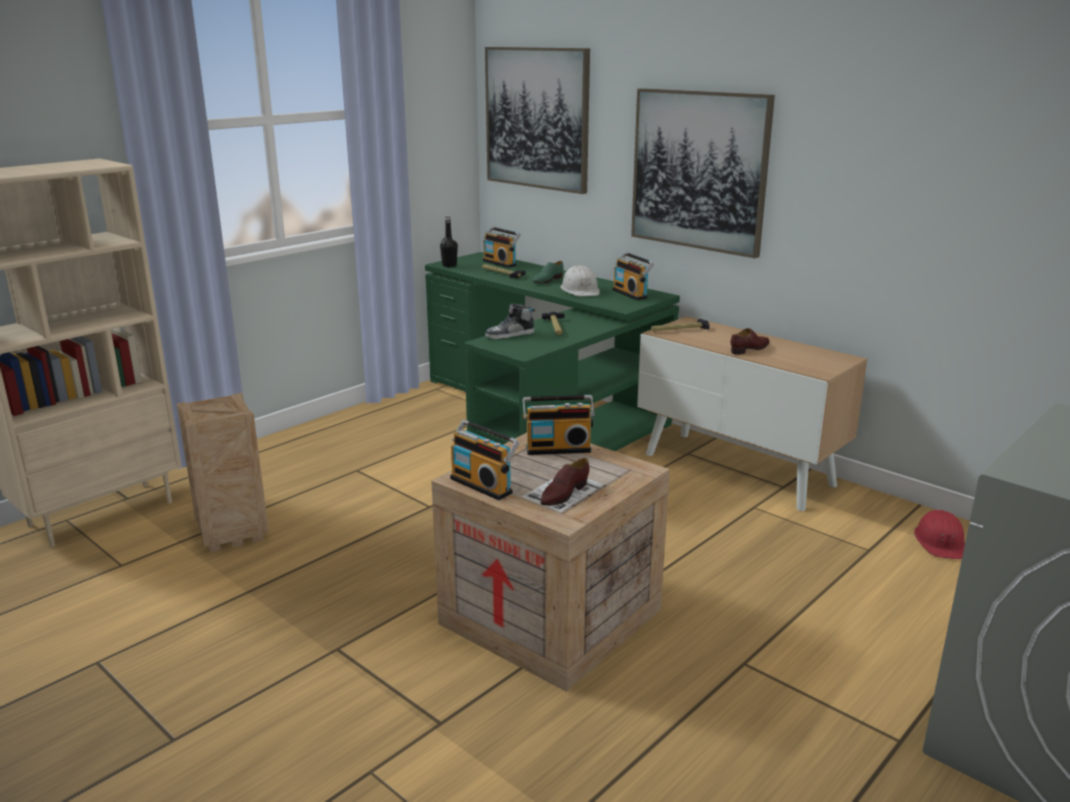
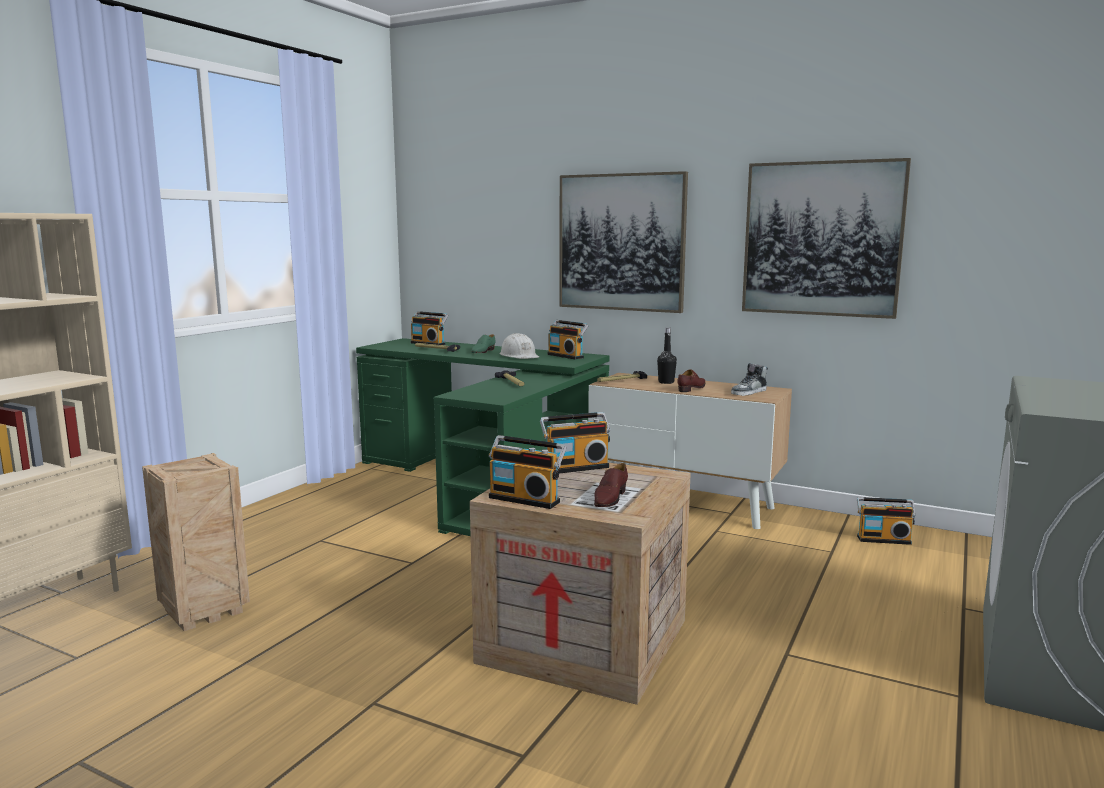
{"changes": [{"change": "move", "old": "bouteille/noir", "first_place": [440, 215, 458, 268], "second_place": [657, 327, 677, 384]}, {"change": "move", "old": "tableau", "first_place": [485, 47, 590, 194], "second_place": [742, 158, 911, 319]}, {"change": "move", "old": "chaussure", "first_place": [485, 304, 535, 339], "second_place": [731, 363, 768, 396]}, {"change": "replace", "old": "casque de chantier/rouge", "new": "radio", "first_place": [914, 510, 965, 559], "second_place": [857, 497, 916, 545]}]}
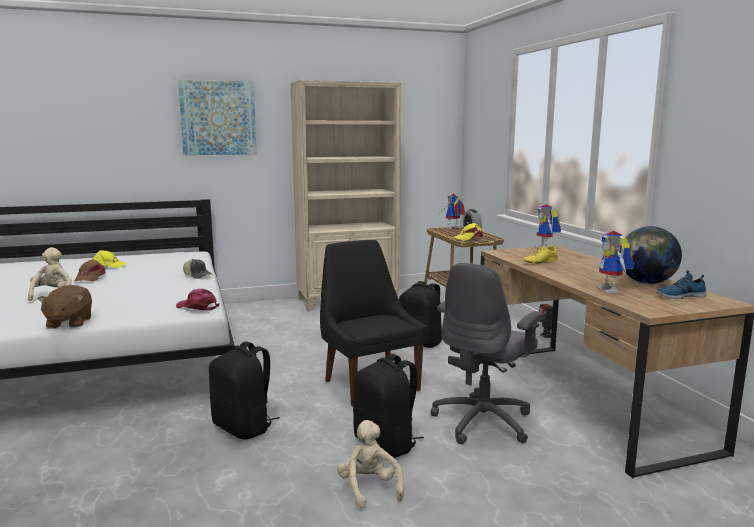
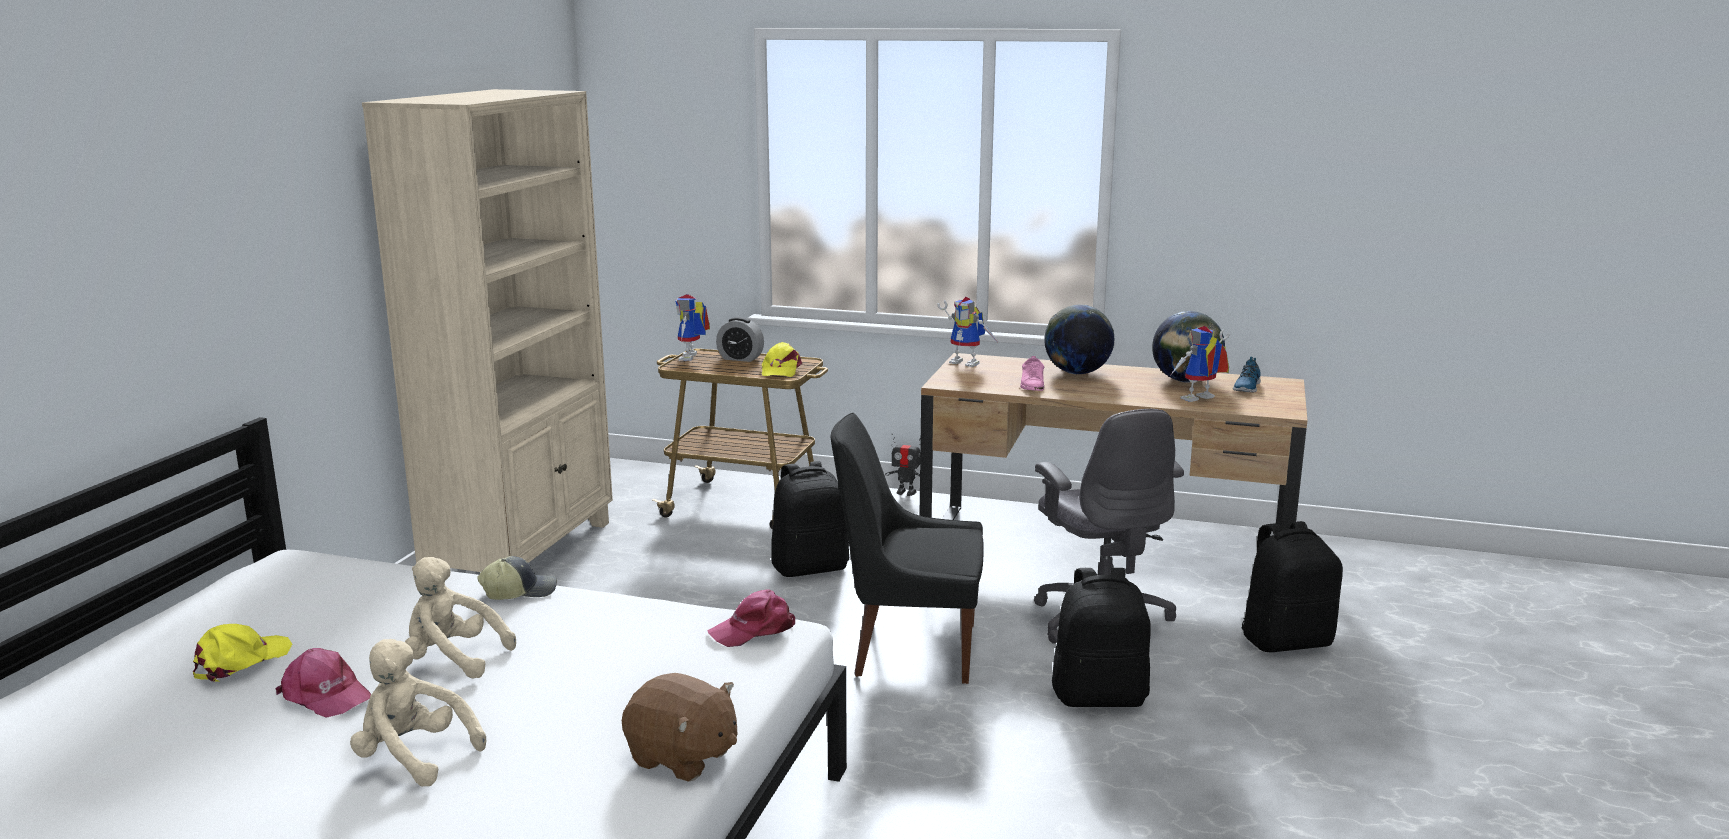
{"changes": [{"change": "recolor", "old": "casquette/marron", "new": "casquette/rose", "first_place": [75, 260, 106, 282], "second_place": [275, 648, 371, 718]}, {"change": "delete", "old": "tableau", "first_place": [178, 80, 257, 155]}, {"change": "move", "old": "sac à dos/noir", "first_place": [209, 341, 280, 440], "second_place": [1241, 521, 1343, 652]}, {"change": "move", "old": "peluche/beige", "first_place": [337, 420, 404, 509], "second_place": [405, 557, 516, 679]}, {"change": "recolor", "old": "chaussure/jaune", "new": "chaussure/rose", "first_place": [523, 245, 558, 264], "second_place": [1020, 356, 1044, 391]}, {"change": "rotate", "old": "robot jouet", "first_place": [597, 231, 634, 294], "second_place": [1171, 326, 1230, 402], "degrees": 120}, {"change": "insert", "new": "globe", "second_place": [1044, 305, 1115, 374]}]}
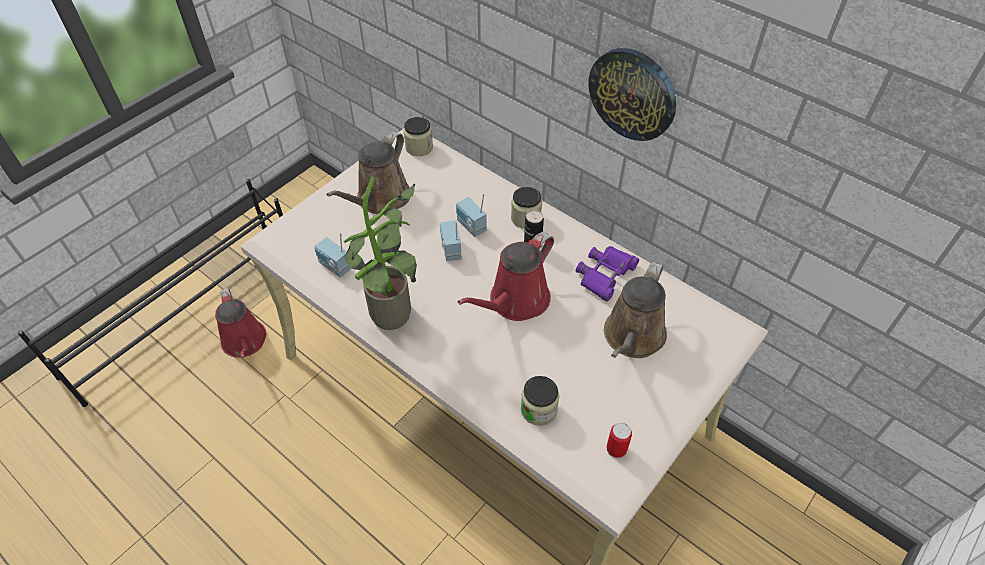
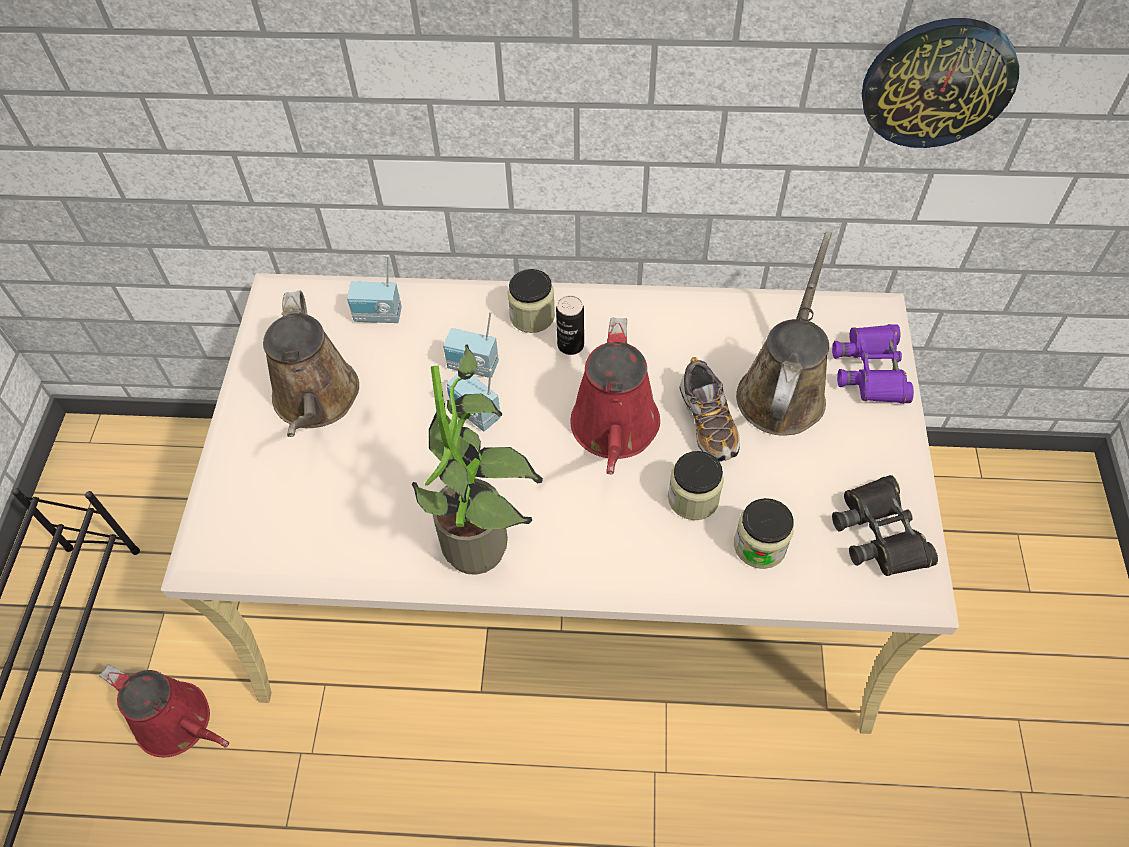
{"changes": [{"change": "move", "old": "radio", "first_place": [315, 232, 352, 277], "second_place": [347, 255, 402, 323]}, {"change": "move", "old": "bocal", "first_place": [404, 117, 433, 156], "second_place": [668, 451, 724, 520]}, {"change": "move", "old": "jumelles/violet", "first_place": [576, 246, 639, 302], "second_place": [832, 324, 914, 404]}, {"change": "move", "old": "horloge murale", "first_place": [589, 48, 676, 141], "second_place": [862, 18, 1019, 148]}, {"change": "rotate", "old": "arrosoir/marron", "first_place": [604, 262, 667, 358], "second_place": [736, 232, 832, 436], "degrees": -150}, {"change": "replace", "old": "boîte métallique", "new": "jumelles/noir", "first_place": [607, 423, 632, 459], "second_place": [832, 475, 938, 576]}, {"change": "insert", "new": "chaussure", "second_place": [679, 357, 740, 462]}]}
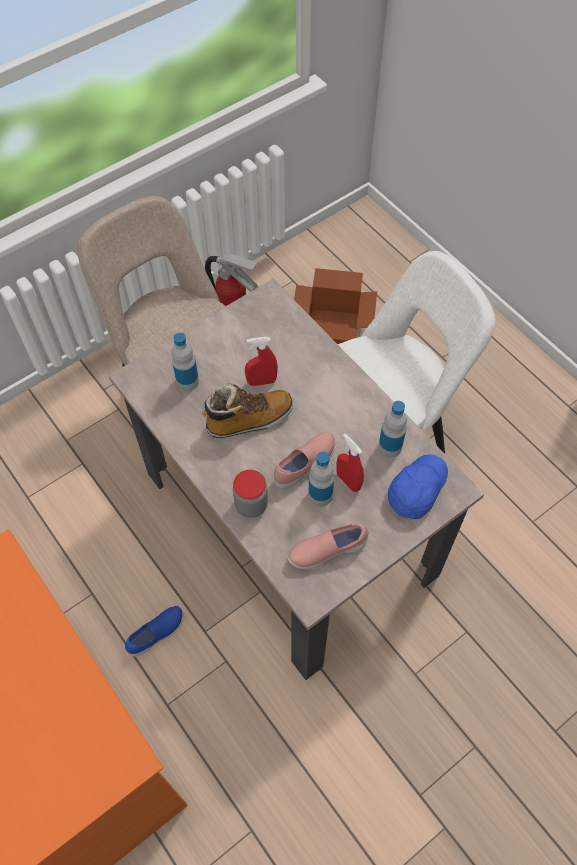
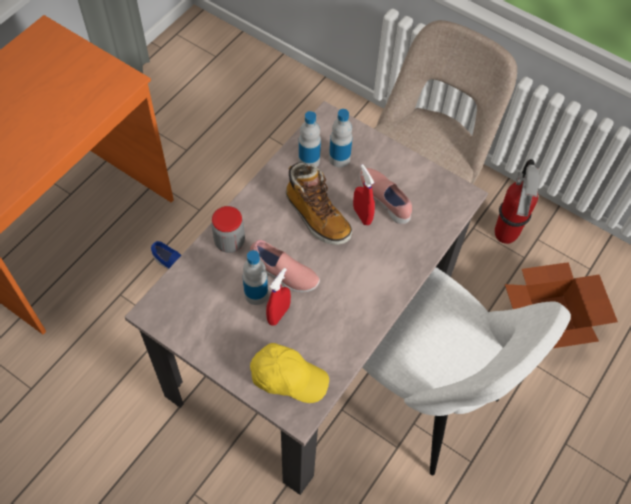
{"changes": [{"change": "move", "old": "chaussure/rose", "first_place": [288, 523, 369, 569], "second_place": [359, 168, 412, 224]}, {"change": "move", "old": "bouteille", "first_place": [378, 401, 407, 458], "second_place": [299, 111, 321, 167]}, {"change": "recolor", "old": "casquette/bleu", "new": "casquette/jaune", "first_place": [388, 454, 448, 519], "second_place": [250, 343, 329, 403]}]}
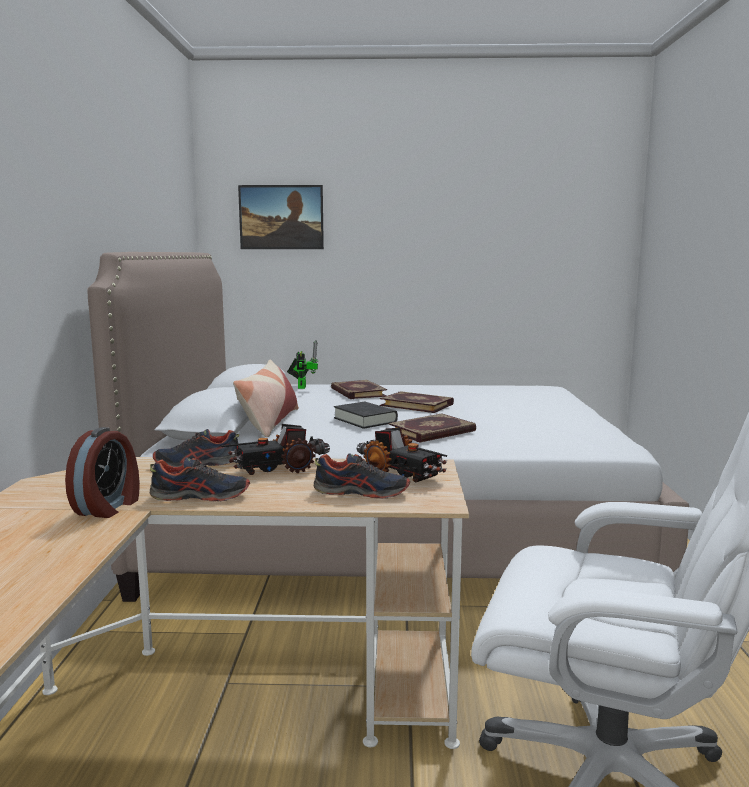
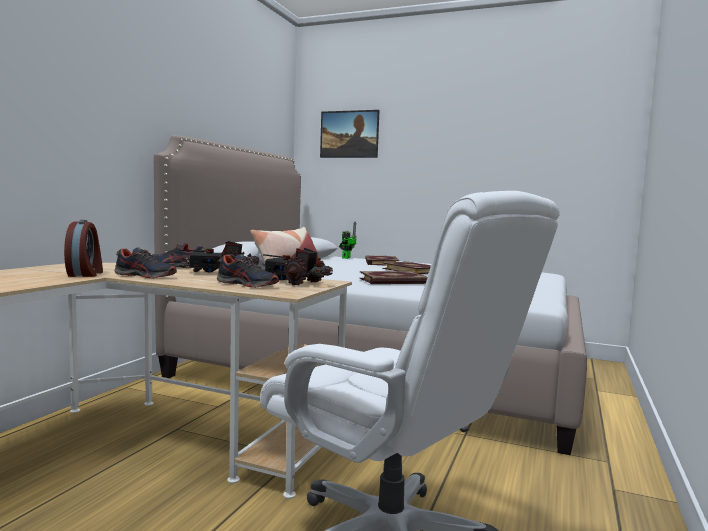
{"changes": [{"change": "rotate", "old": "réveil", "first_place": [65, 427, 140, 518], "second_place": [64, 220, 103, 277], "degrees": -45}, {"change": "delete", "old": "livre/noir", "first_place": [334, 401, 398, 429]}, {"change": "rotate", "old": "camion jouet", "first_place": [356, 428, 448, 483], "second_place": [262, 248, 333, 285], "degrees": 150}]}
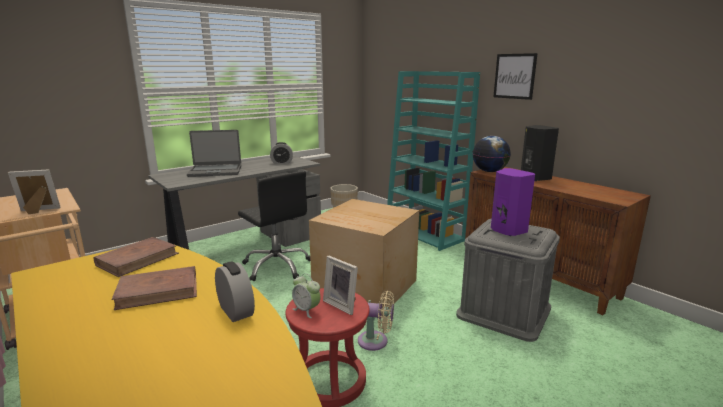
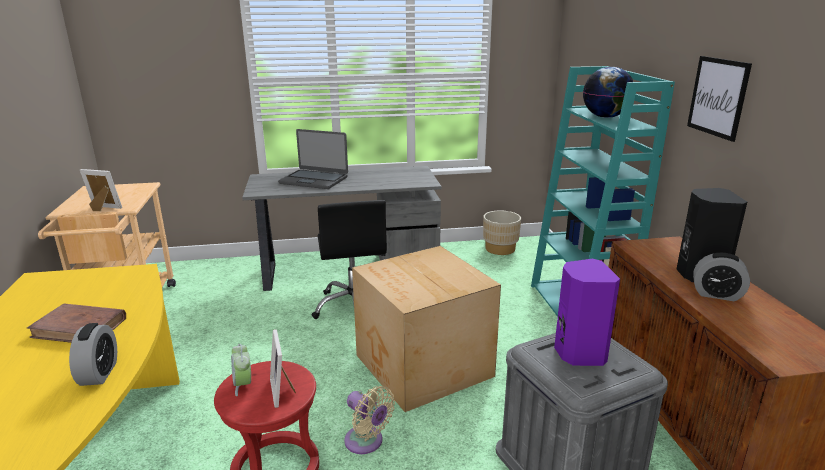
{"changes": [{"change": "delete", "old": "livre/marron", "first_place": [94, 237, 179, 277]}, {"change": "move", "old": "réveil", "first_place": [270, 142, 293, 164], "second_place": [693, 253, 750, 301]}, {"change": "move", "old": "globe", "first_place": [473, 136, 511, 172], "second_place": [583, 67, 634, 118]}]}
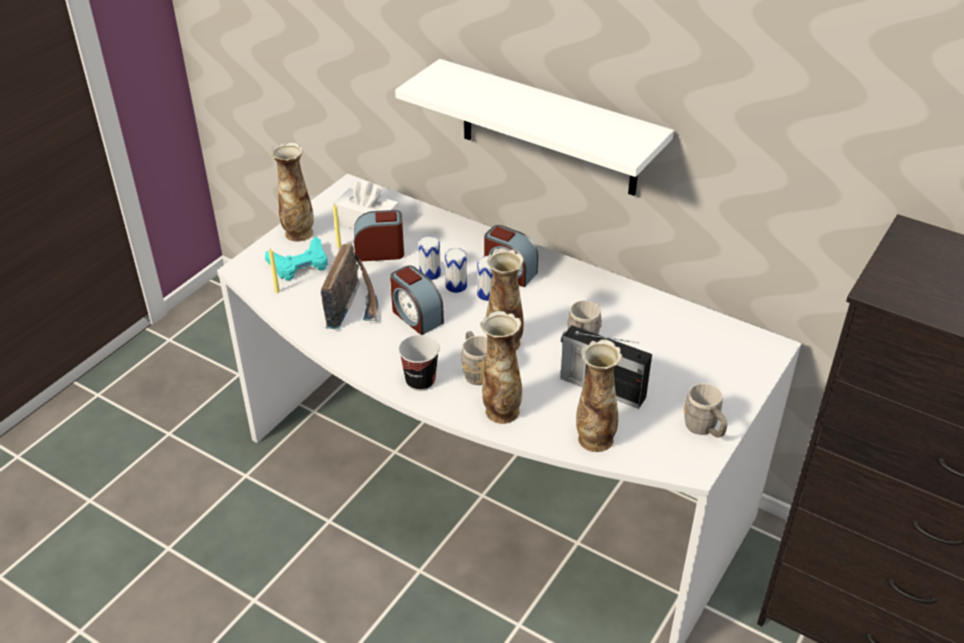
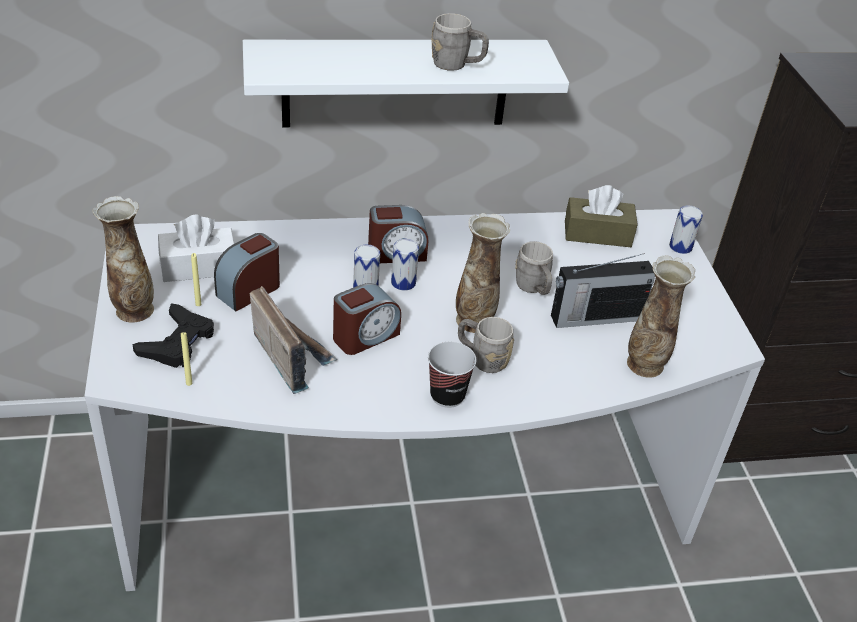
{"changes": [{"change": "recolor", "old": "manette/turquoise", "new": "manette/noir", "first_place": [265, 237, 328, 281], "second_place": [132, 303, 214, 368]}, {"change": "rotate", "old": "réveil", "first_place": [390, 265, 444, 335], "second_place": [333, 283, 401, 355], "degrees": -45}, {"change": "move", "old": "boîte métallique", "first_place": [418, 236, 441, 280], "second_place": [669, 206, 703, 254]}, {"change": "delete", "old": "vase", "first_place": [480, 311, 522, 424]}, {"change": "move", "old": "mug/gris", "first_place": [684, 383, 727, 438], "second_place": [432, 13, 489, 71]}, {"change": "insert", "new": "boîte à mouchoirs/marron", "second_place": [565, 185, 638, 247]}]}
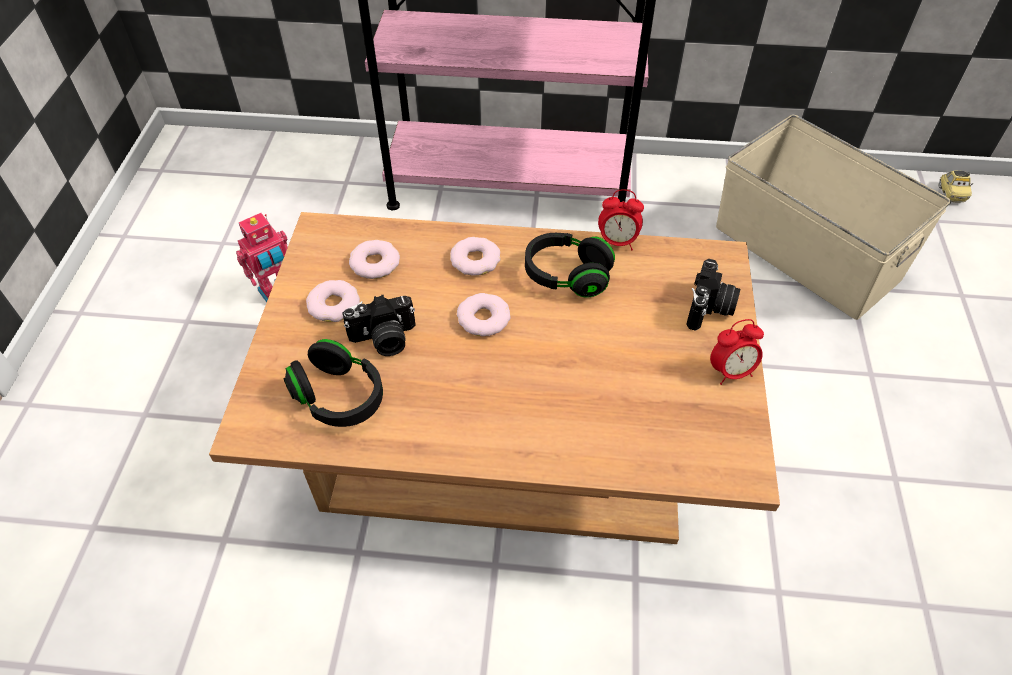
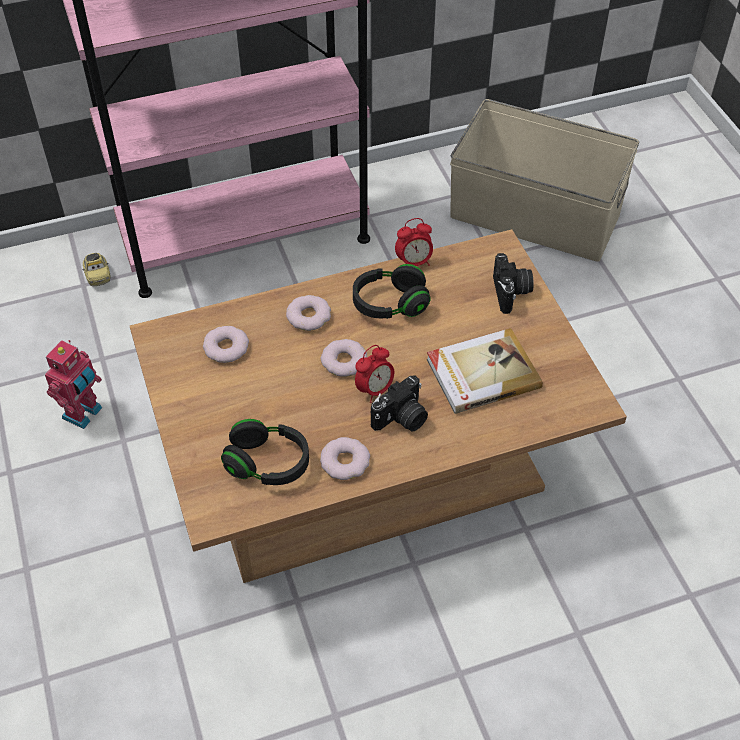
{"changes": [{"change": "move", "old": "beignet", "first_place": [306, 280, 360, 322], "second_place": [320, 437, 370, 480]}, {"change": "move", "old": "appareil photo", "first_place": [342, 295, 416, 356], "second_place": [371, 375, 428, 432]}, {"change": "move", "old": "réveil", "first_place": [710, 319, 764, 385], "second_place": [355, 345, 394, 403]}, {"change": "move", "old": "petite voiture", "first_place": [939, 171, 973, 203], "second_place": [83, 253, 110, 286]}, {"change": "insert", "new": "livre", "second_place": [427, 328, 543, 414]}]}
